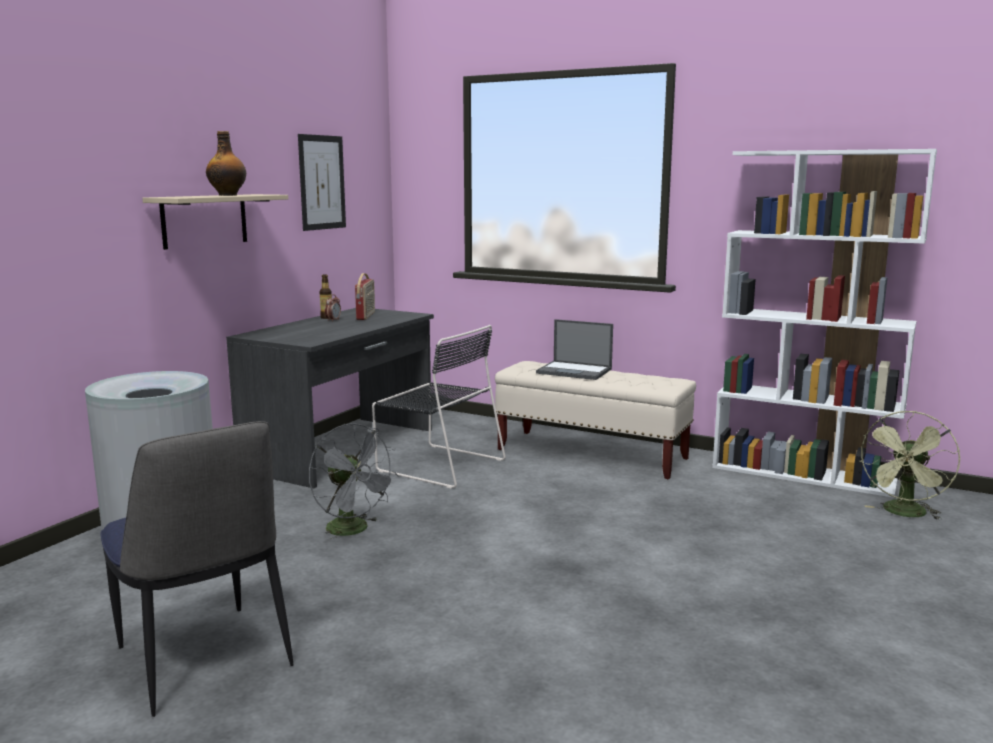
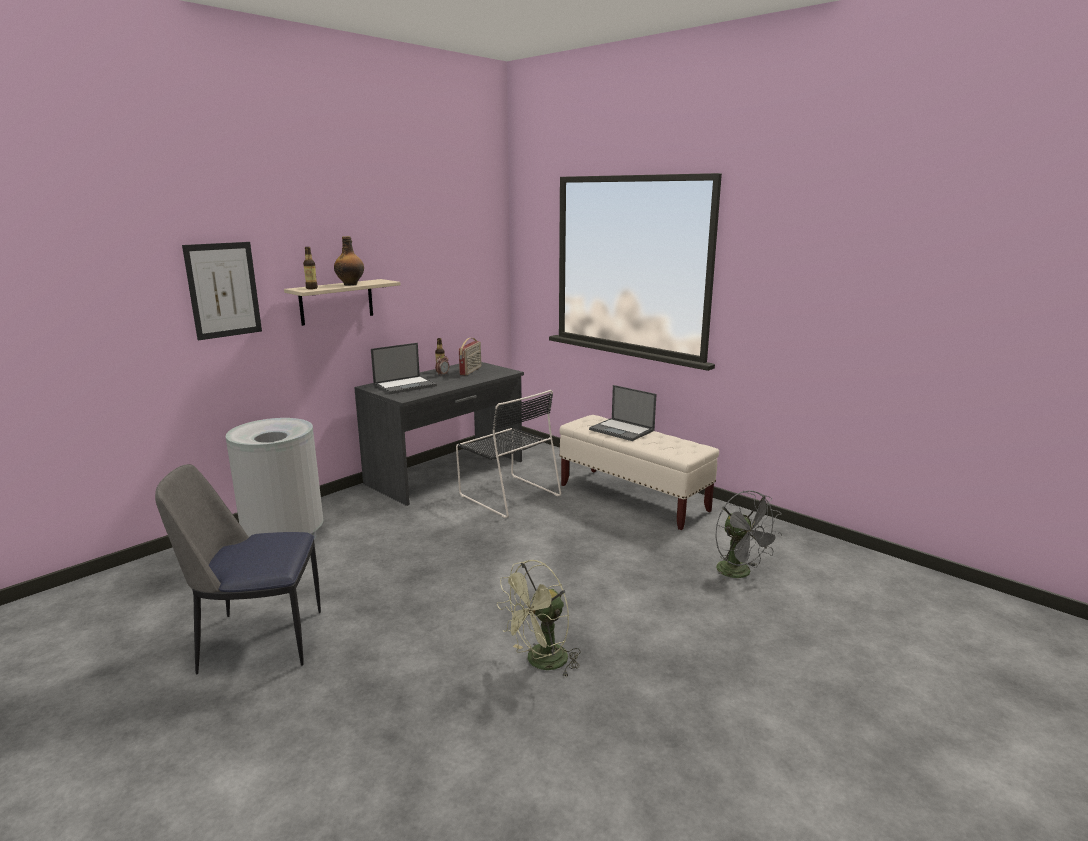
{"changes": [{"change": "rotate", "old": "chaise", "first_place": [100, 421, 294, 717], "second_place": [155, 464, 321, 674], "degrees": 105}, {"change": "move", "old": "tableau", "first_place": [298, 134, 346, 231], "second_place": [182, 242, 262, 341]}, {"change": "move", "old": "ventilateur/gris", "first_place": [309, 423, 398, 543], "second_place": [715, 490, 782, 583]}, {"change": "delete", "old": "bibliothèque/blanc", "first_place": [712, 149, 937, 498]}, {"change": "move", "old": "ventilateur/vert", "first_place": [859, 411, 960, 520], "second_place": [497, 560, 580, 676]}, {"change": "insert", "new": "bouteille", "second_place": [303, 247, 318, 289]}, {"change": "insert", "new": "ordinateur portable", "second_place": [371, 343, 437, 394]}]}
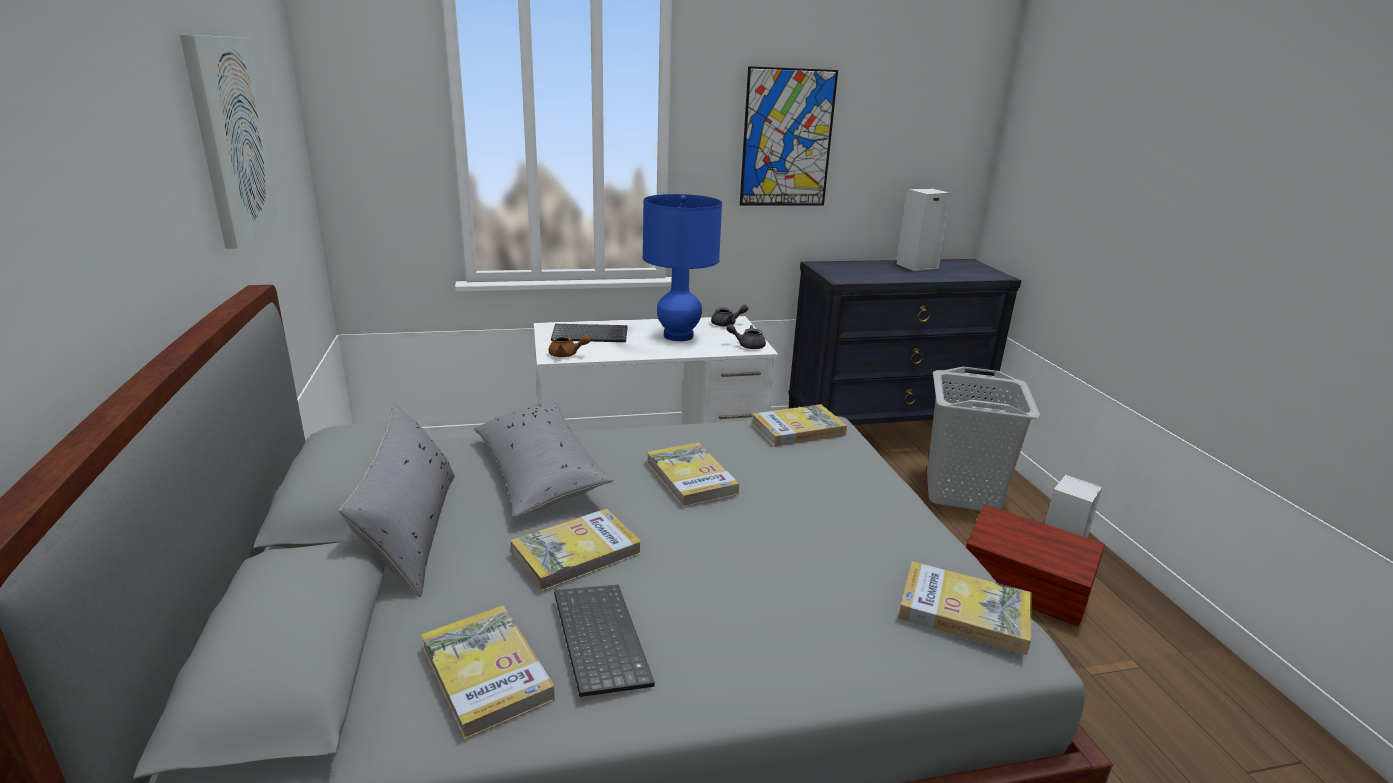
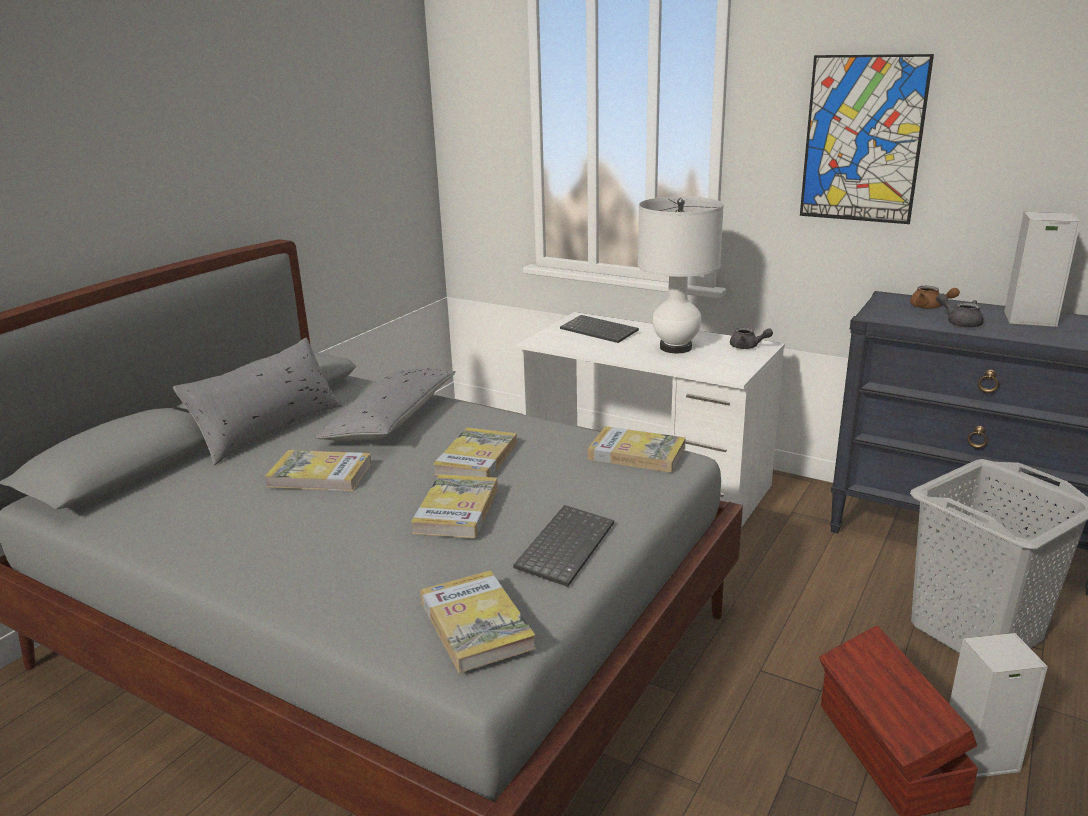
{"changes": [{"change": "delete", "old": "tableau", "first_place": [180, 35, 282, 249]}, {"change": "move", "old": "livre", "first_place": [421, 606, 555, 740], "second_place": [411, 474, 498, 538]}, {"change": "move", "old": "théière/marron", "first_place": [548, 335, 591, 357], "second_place": [910, 286, 960, 309]}, {"change": "move", "old": "clavier", "first_place": [554, 584, 655, 697], "second_place": [513, 505, 614, 587]}, {"change": "recolor", "old": "lampe de table/bleu", "new": "lampe de table/blanc", "first_place": [643, 194, 722, 341], "second_place": [638, 196, 724, 353]}, {"change": "move", "old": "théière/gris", "first_place": [726, 324, 766, 349], "second_place": [936, 293, 984, 328]}]}
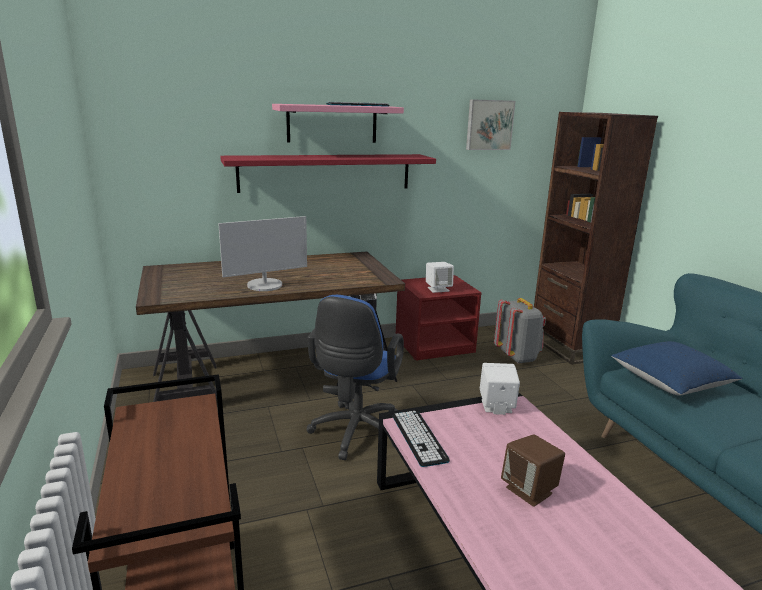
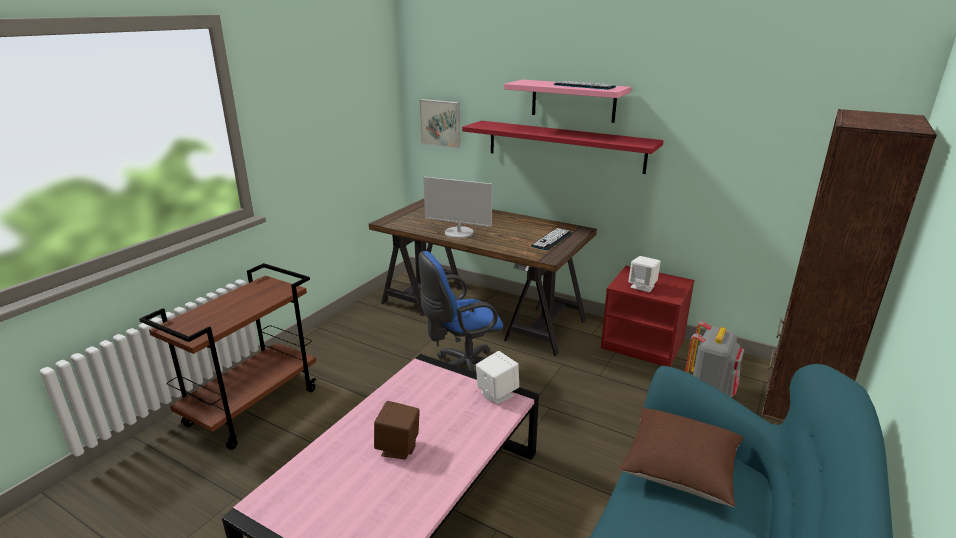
{"changes": [{"change": "move", "old": "clavier", "first_place": [393, 411, 450, 467], "second_place": [531, 228, 572, 250]}, {"change": "move", "old": "tableau", "first_place": [466, 99, 516, 150], "second_place": [419, 99, 460, 148]}, {"change": "recolor", "old": "coussin/bleu", "new": "coussin/marron", "first_place": [611, 341, 743, 396], "second_place": [619, 408, 743, 507]}]}
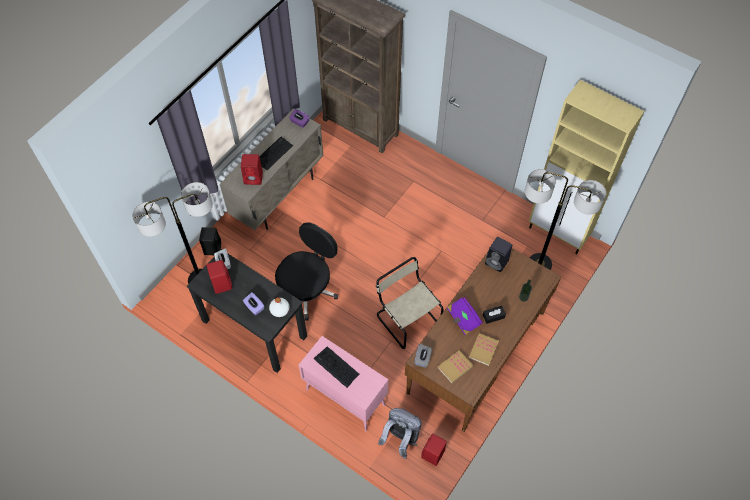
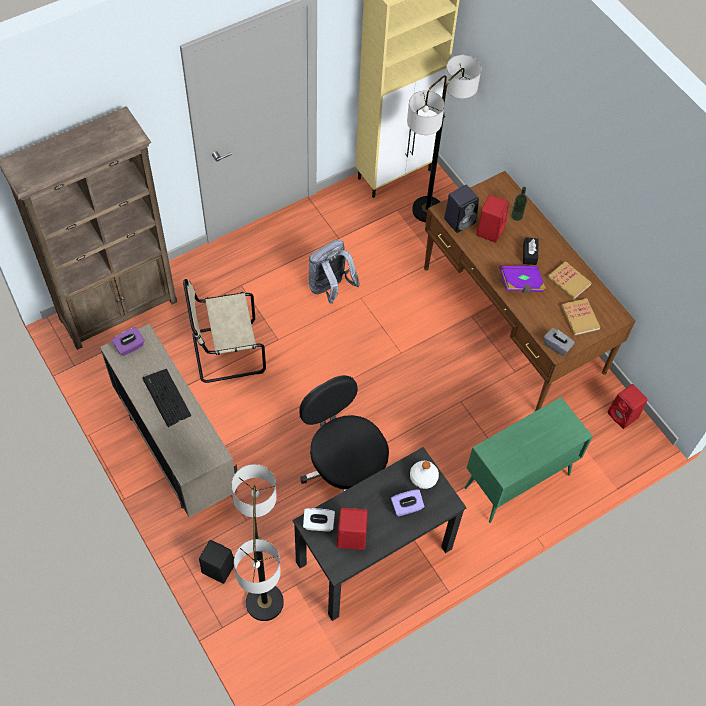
{"changes": [{"change": "move", "old": "enceinte/rouge", "first_place": [241, 154, 263, 185], "second_place": [476, 195, 509, 243]}, {"change": "recolor", "old": "meuble de rangement/rose", "new": "meuble de rangement/vert", "first_place": [299, 336, 388, 431], "second_place": [464, 397, 593, 523]}, {"change": "delete", "old": "clavier", "first_place": [314, 347, 359, 388]}, {"change": "move", "old": "chaise/beige", "first_place": [376, 257, 444, 349], "second_place": [183, 279, 266, 383]}, {"change": "move", "old": "sac à dos/gris", "first_place": [378, 408, 422, 459], "second_place": [309, 240, 360, 304]}]}
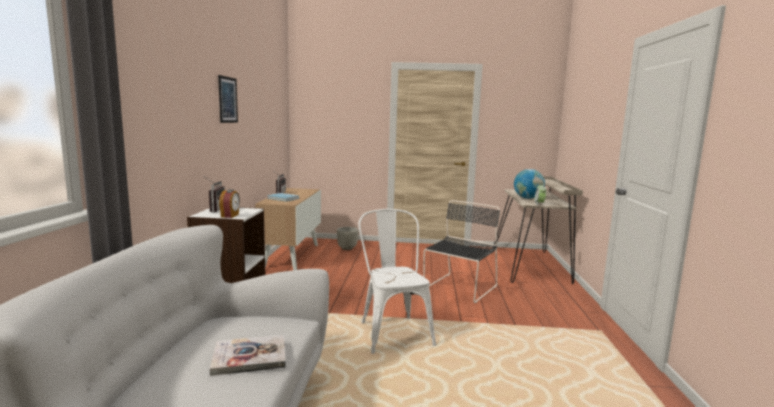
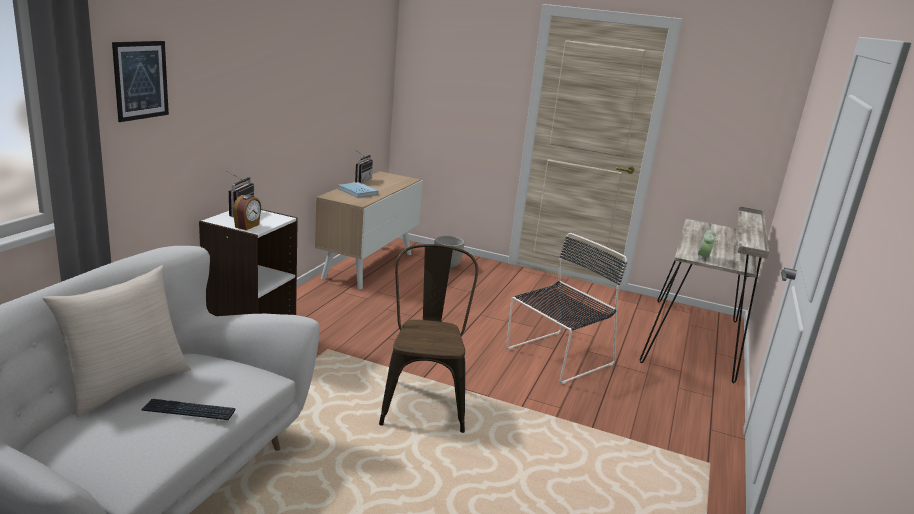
{"changes": [{"change": "replace", "old": "livre", "new": "clavier", "first_place": [210, 335, 286, 376], "second_place": [141, 399, 236, 420]}, {"change": "move", "old": "tableau", "first_place": [218, 75, 238, 123], "second_place": [112, 41, 169, 122]}, {"change": "recolor", "old": "chaise/blanc", "new": "chaise/marron", "first_place": [358, 209, 436, 354], "second_place": [379, 244, 478, 433]}, {"change": "delete", "old": "globe", "first_place": [514, 169, 545, 199]}, {"change": "insert", "new": "coussin/beige", "second_place": [42, 265, 191, 418]}]}
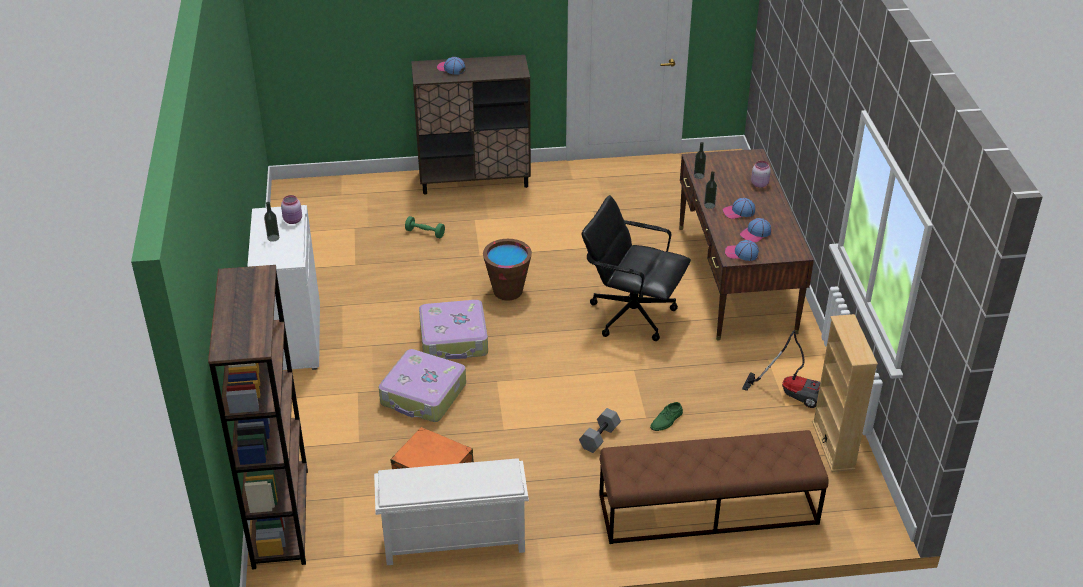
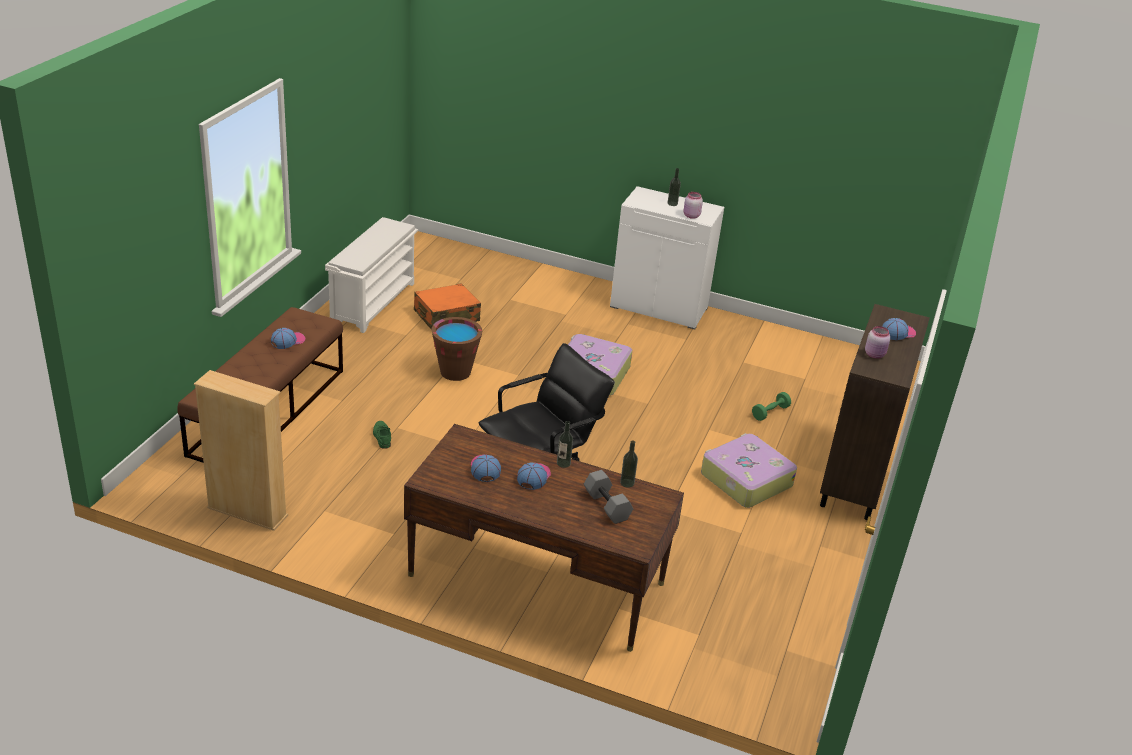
{"changes": [{"change": "delete", "old": "bibliothèque/marron", "first_place": [208, 265, 308, 570]}, {"change": "move", "old": "valise", "first_place": [379, 349, 466, 422], "second_place": [701, 433, 797, 508]}, {"change": "move", "old": "seau/marron", "first_place": [483, 239, 532, 300], "second_place": [432, 317, 482, 381]}, {"change": "move", "old": "haltère/gris", "first_place": [579, 408, 621, 453], "second_place": [584, 470, 633, 524]}, {"change": "move", "old": "casquette", "first_place": [725, 240, 759, 261], "second_place": [271, 328, 306, 349]}, {"change": "delete", "old": "aspirateur", "first_place": [742, 330, 820, 408]}, {"change": "move", "old": "bocal/rose", "first_place": [751, 161, 771, 188], "second_place": [865, 326, 890, 359]}]}
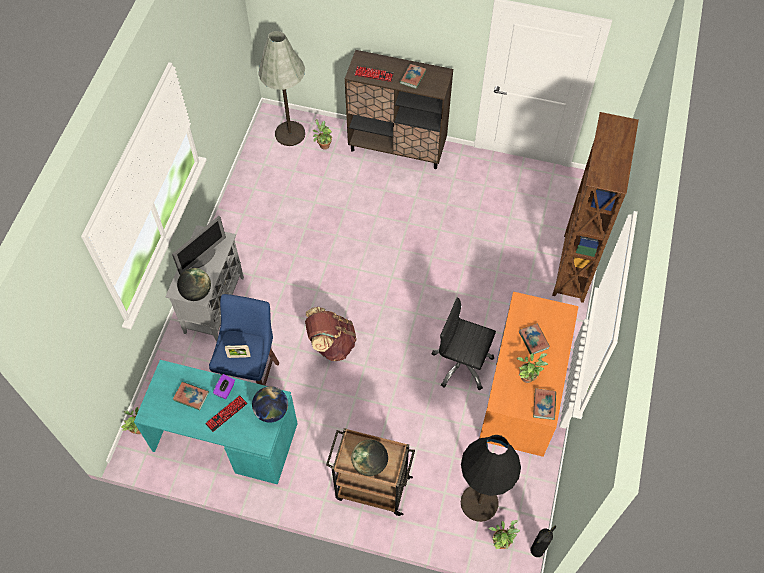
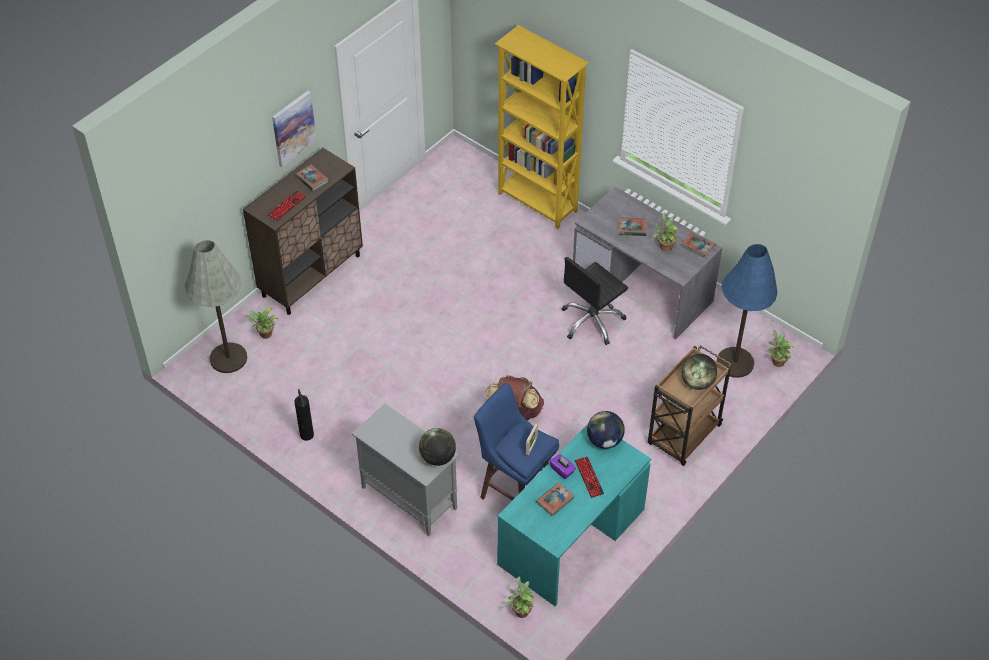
{"changes": [{"change": "delete", "old": "écran d'ordinateur", "first_place": [172, 216, 226, 275]}, {"change": "recolor", "old": "lampadaire/noir", "new": "lampadaire/bleu", "first_place": [461, 435, 521, 522], "second_place": [717, 244, 778, 378]}, {"change": "recolor", "old": "bureau/orange", "new": "bureau/gris", "first_place": [479, 292, 579, 457], "second_place": [573, 187, 722, 339]}, {"change": "move", "old": "extincteur", "first_place": [530, 525, 556, 557], "second_place": [295, 389, 314, 441]}, {"change": "recolor", "old": "bibliothèque/marron", "new": "bibliothèque/jaune", "first_place": [552, 112, 639, 303], "second_place": [495, 25, 589, 229]}, {"change": "insert", "new": "tableau", "second_place": [272, 91, 317, 167]}]}
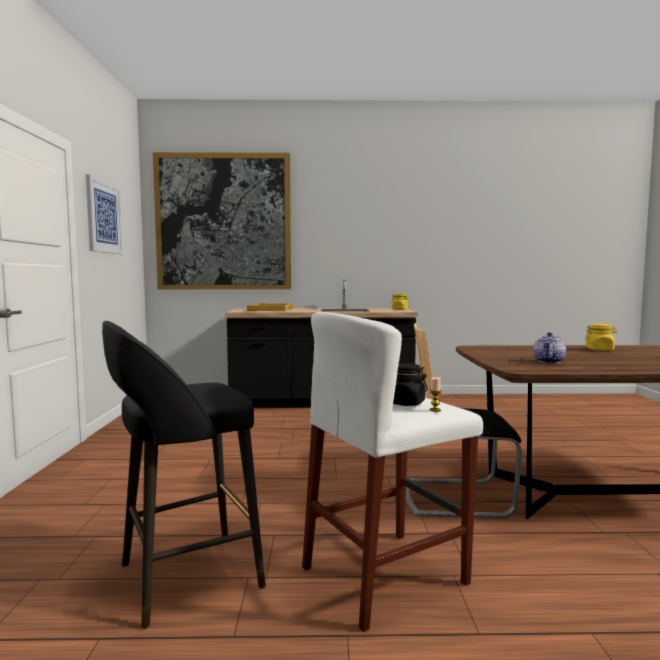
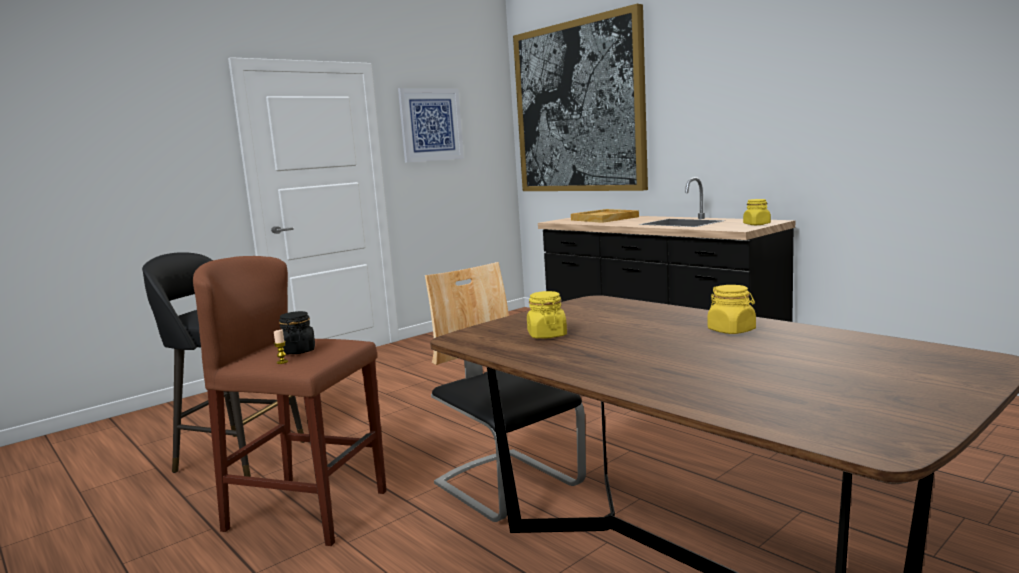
{"changes": [{"change": "recolor", "old": "tabouret/blanc", "new": "tabouret/marron", "first_place": [302, 312, 483, 632], "second_place": [193, 256, 386, 546]}, {"change": "replace", "old": "théière", "new": "bocal/jaune", "first_place": [533, 332, 566, 363], "second_place": [527, 291, 567, 338]}]}
